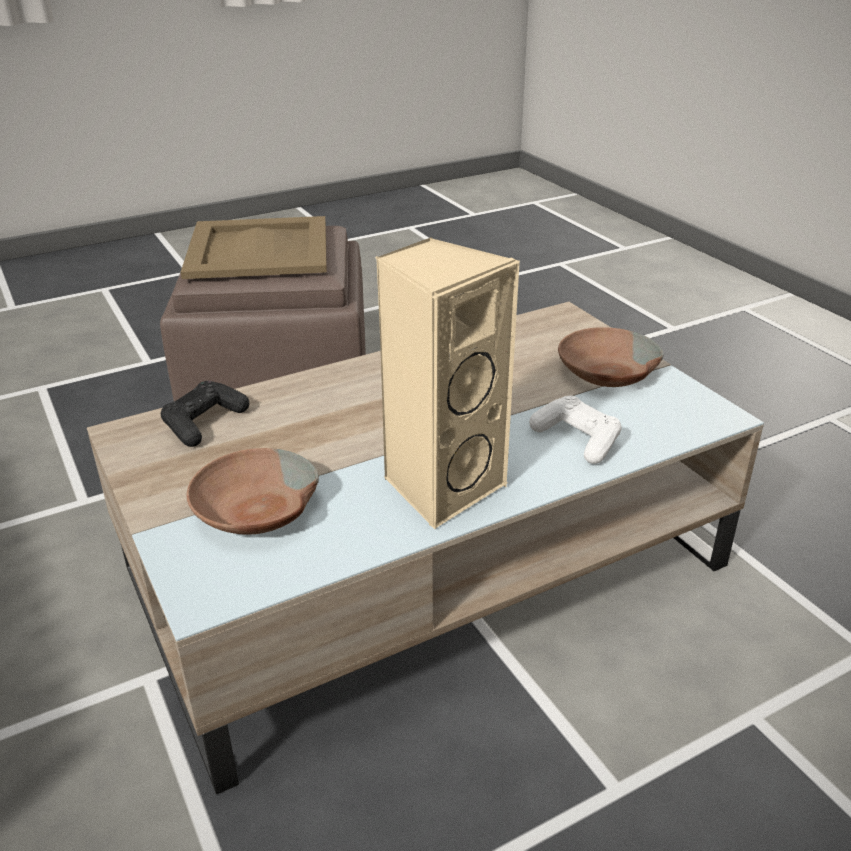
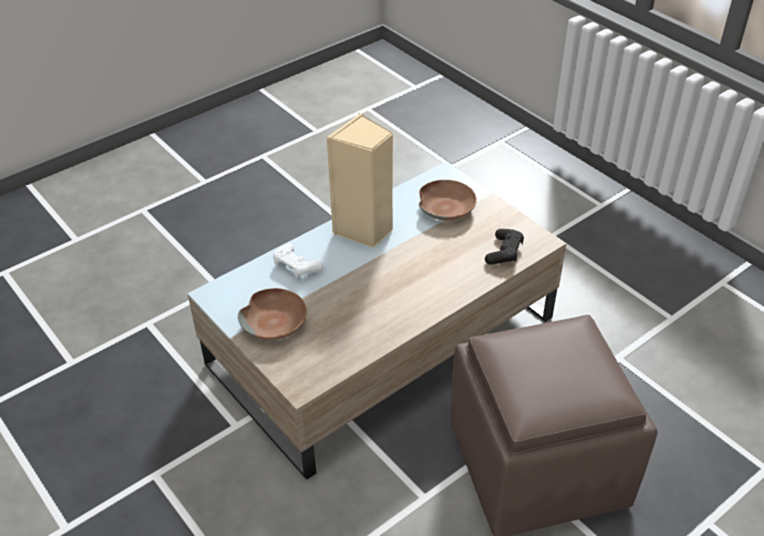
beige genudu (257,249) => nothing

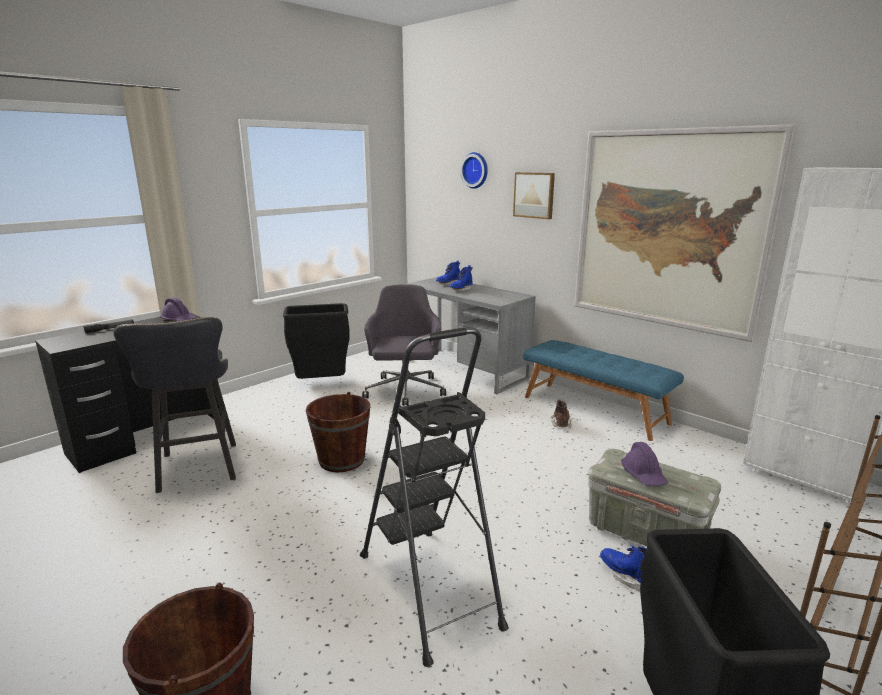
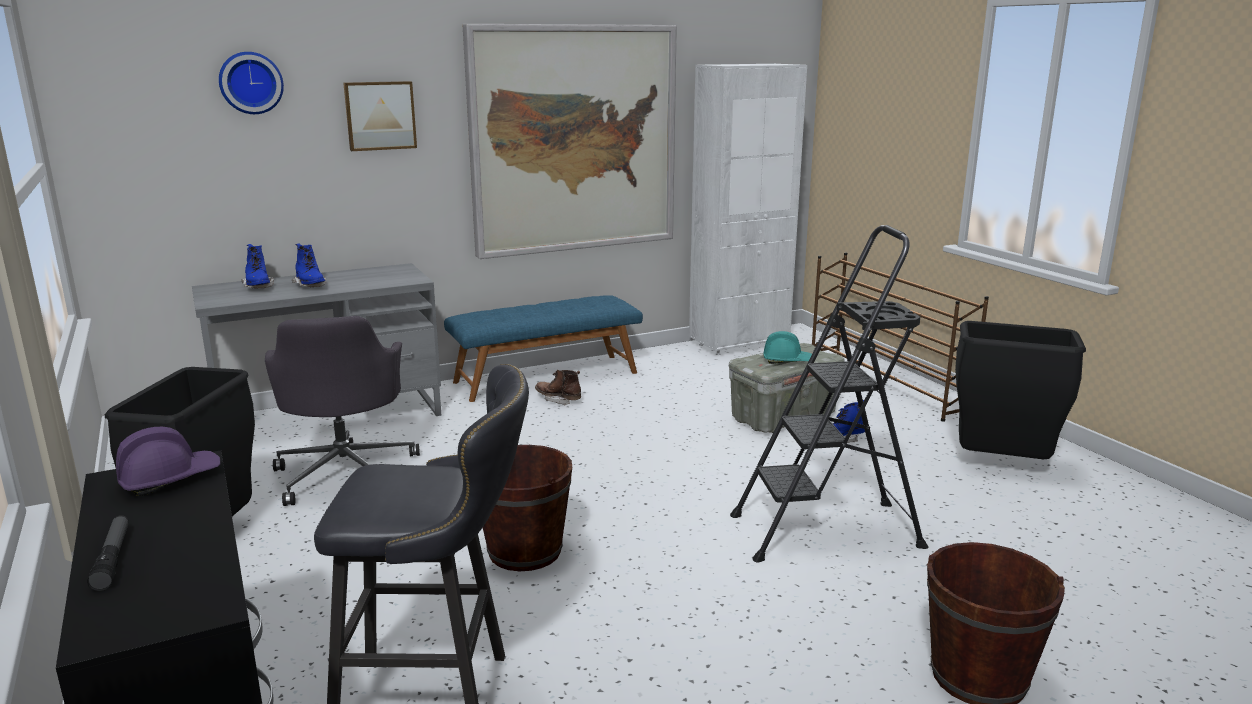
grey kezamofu (405,391) => grey kezamofu (346,472), 120 degrees counterclockwise
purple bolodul (643,475) => turquoise bolodul (787,361)

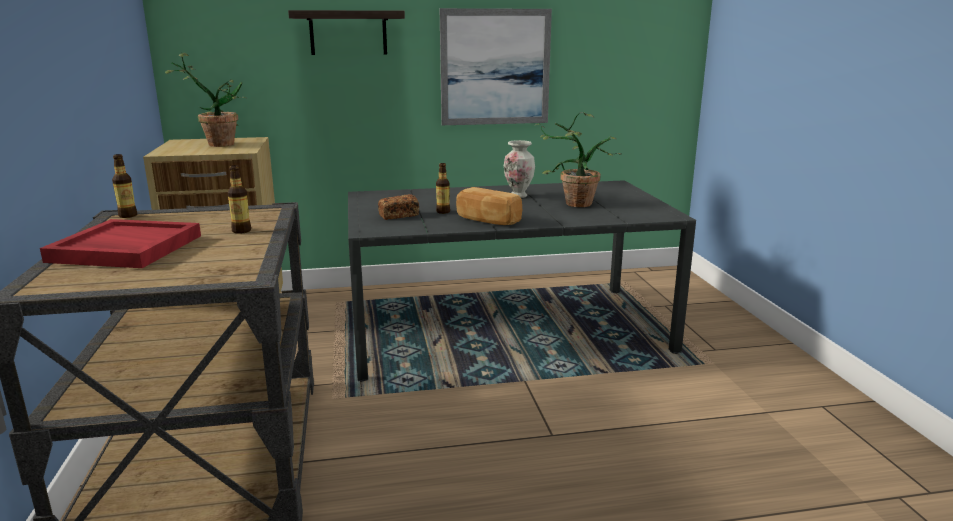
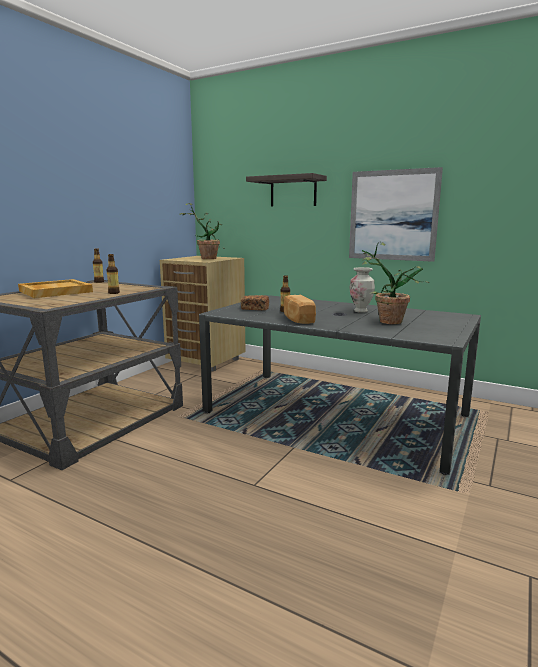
red genudu (125,248) => beige genudu (55,291)

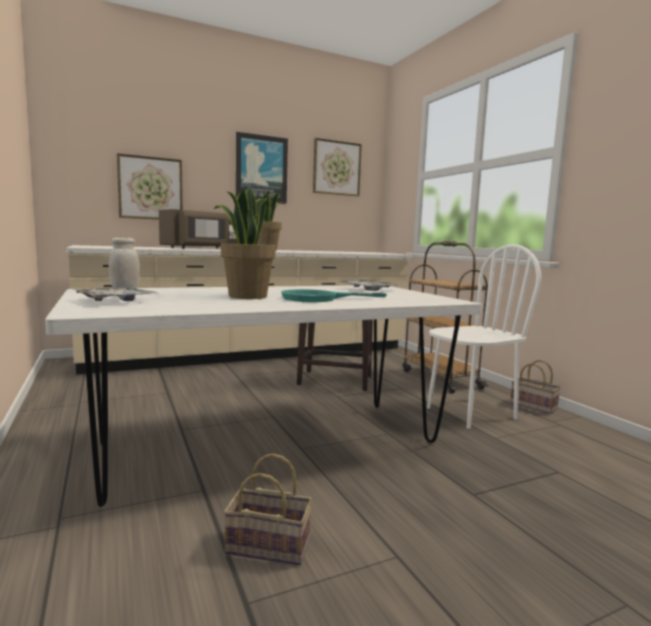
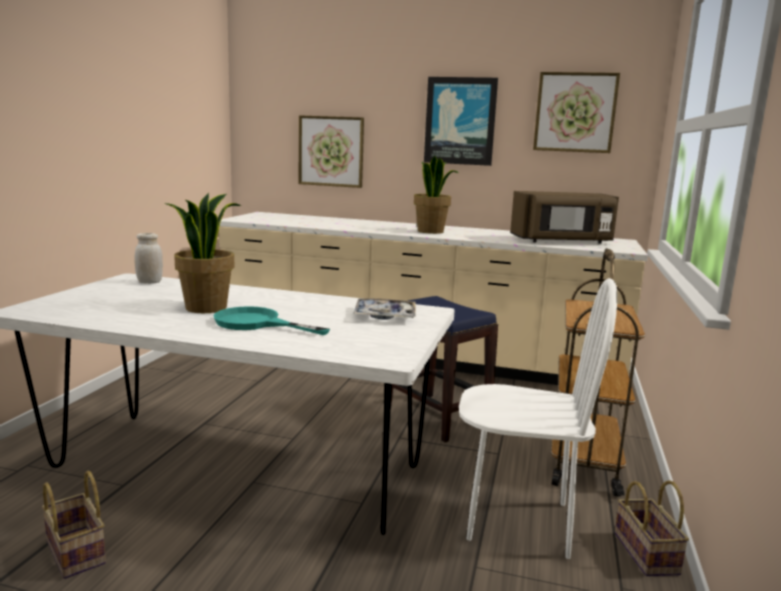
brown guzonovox (201,248) => brown guzonovox (562,241), shifted
genudu (115,301) => nothing

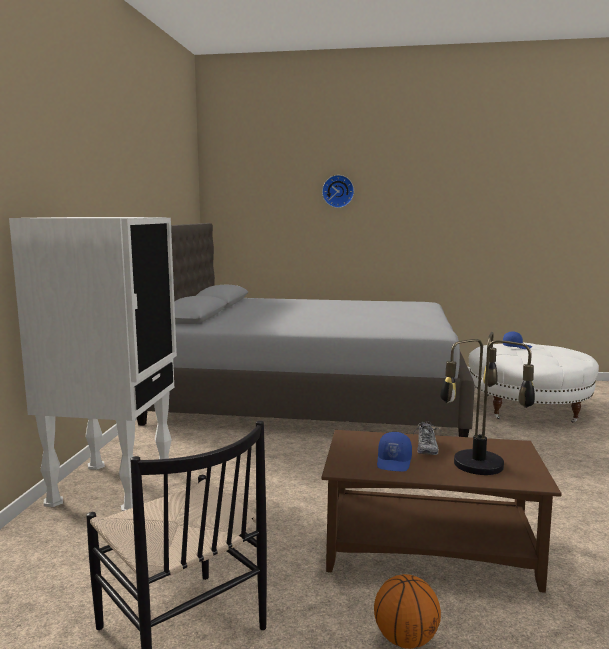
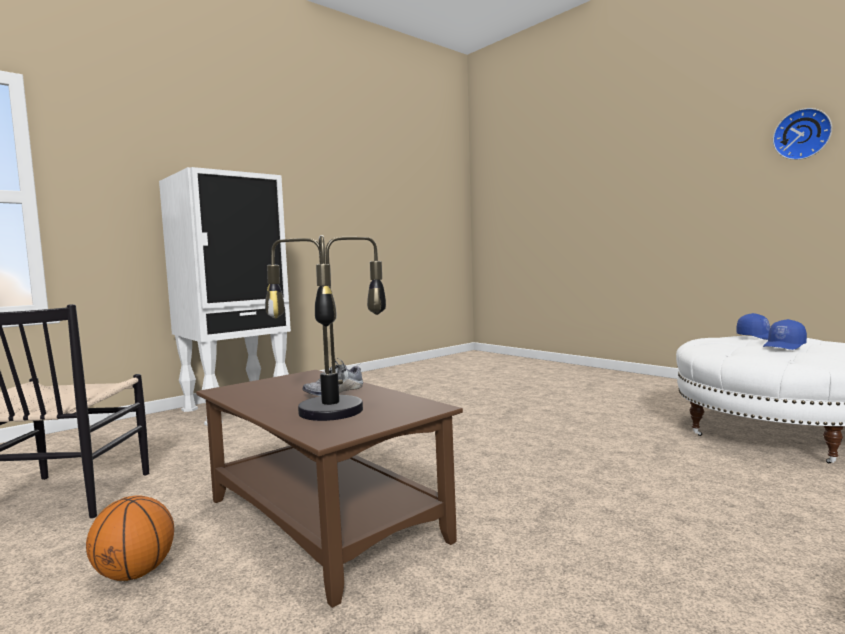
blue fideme (394,462) => blue fideme (784,346), shifted
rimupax (338,191) => rimupax (802,134), shifted
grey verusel (311,398) => nothing

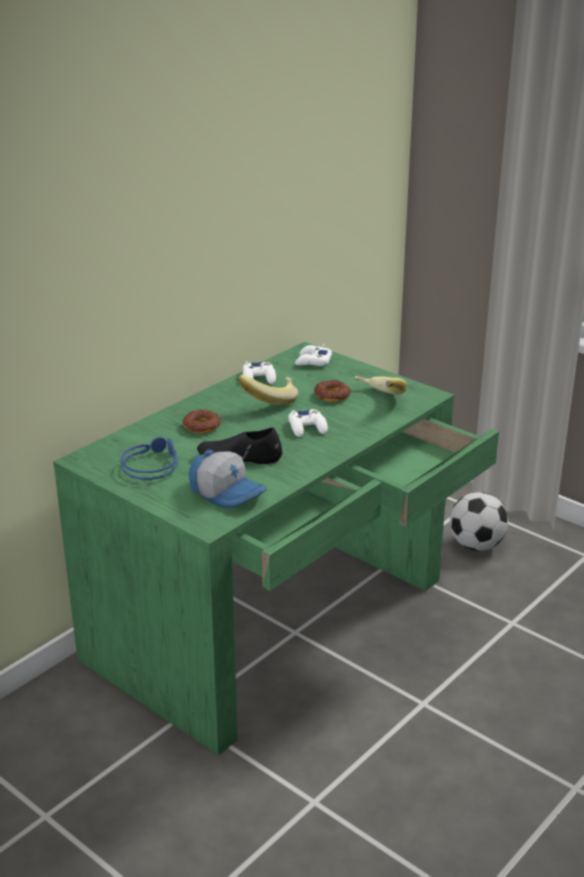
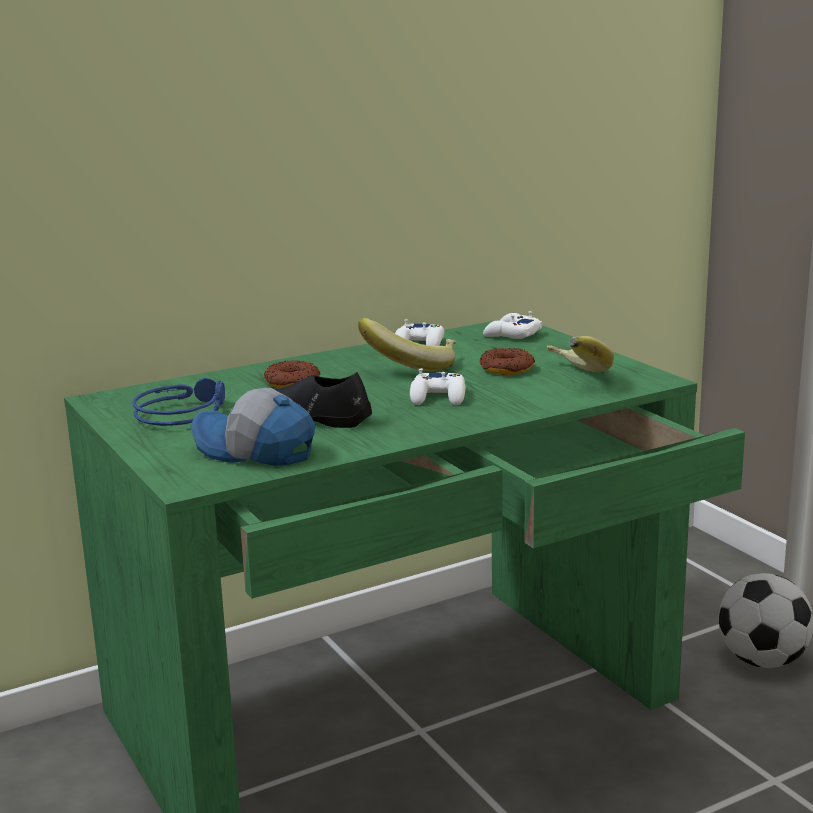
fideme (228,492) => fideme (254,451), 150 degrees clockwise

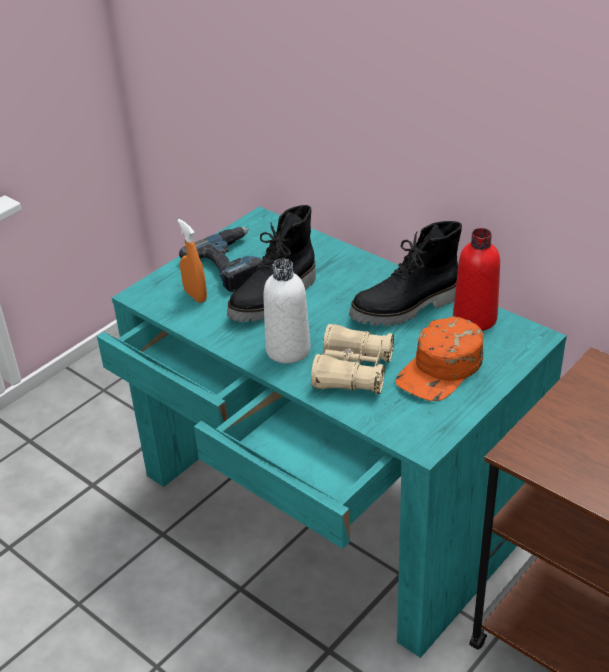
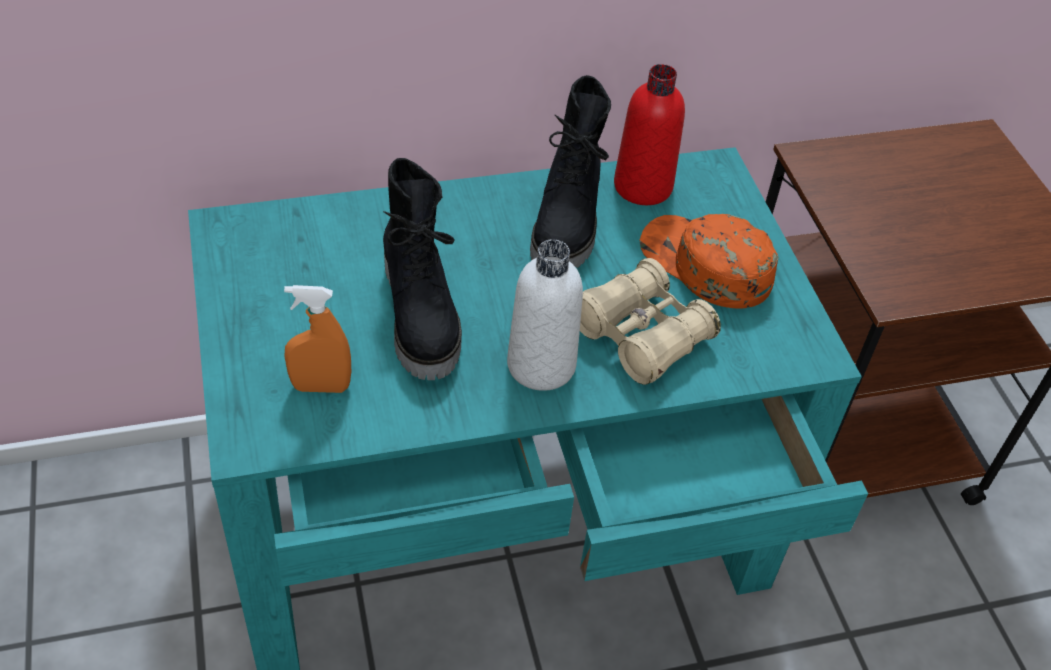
orange fideme (441,369) => orange fideme (704,264), 150 degrees clockwise
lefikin (232,264) => nothing

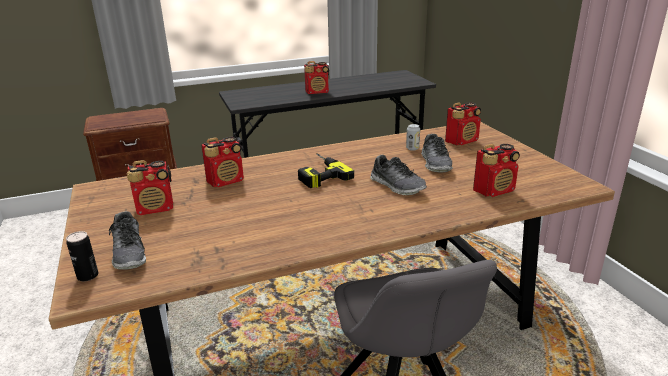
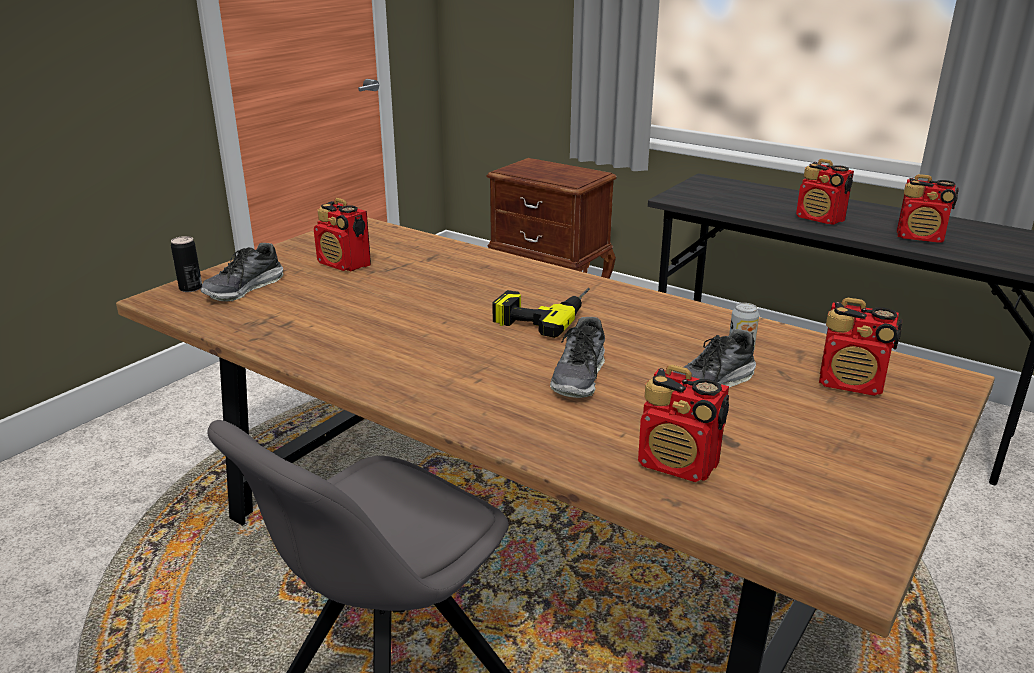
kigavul (226,181) => kigavul (920,238), shifted

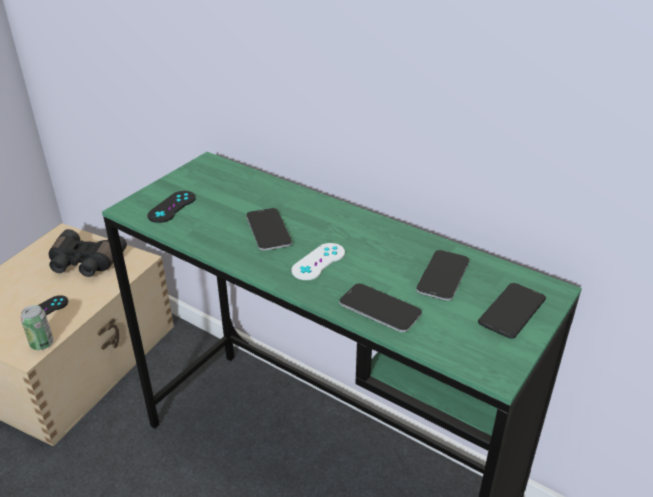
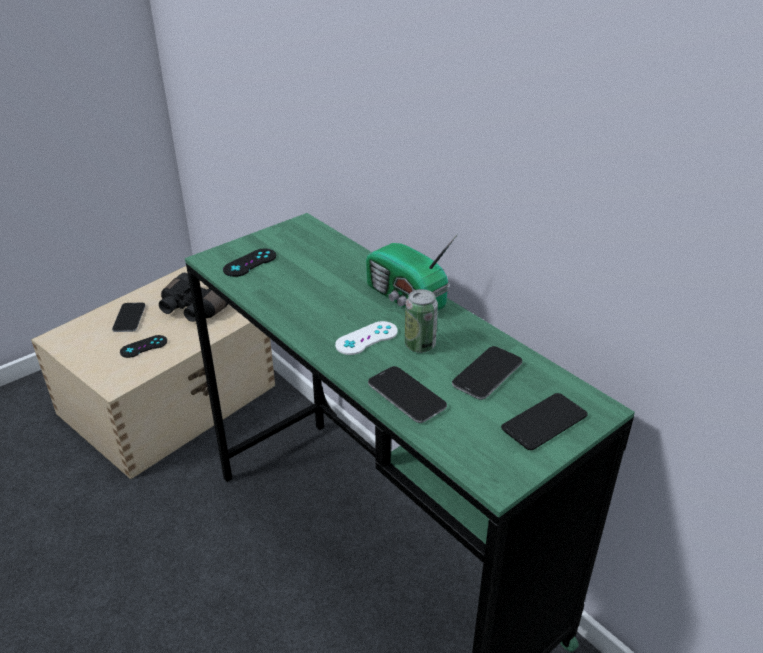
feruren (268,230) => feruren (129,318), shifted
nothing => kigavul (406,298)
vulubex (42,344) => vulubex (420,345), shifted

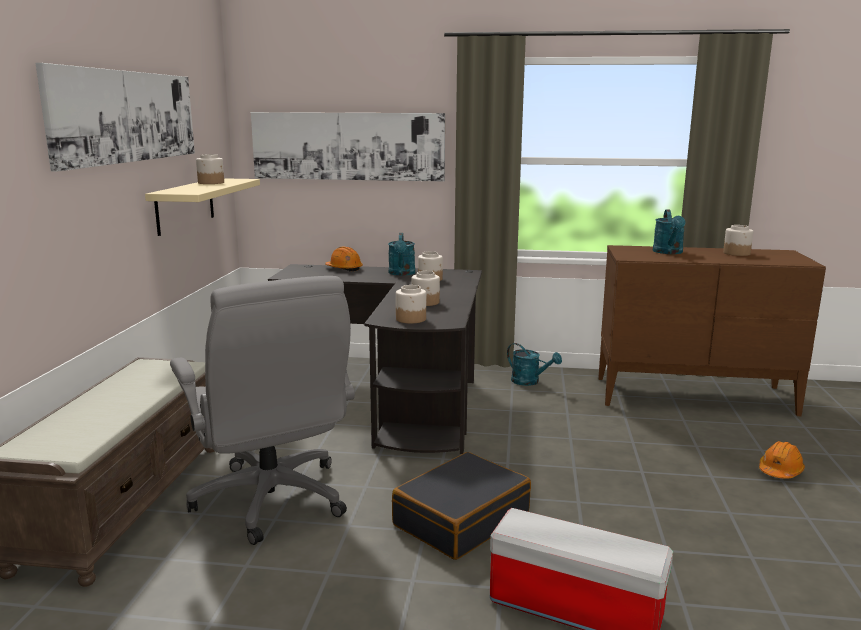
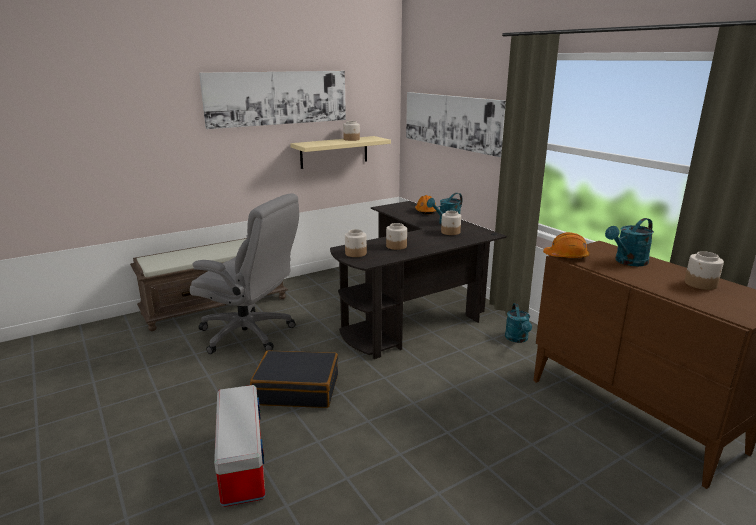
grey kezamofu (273,504) => grey kezamofu (251,335), 90 degrees counterclockwise
orange bolodul (780,471) => orange bolodul (566,256), shifted

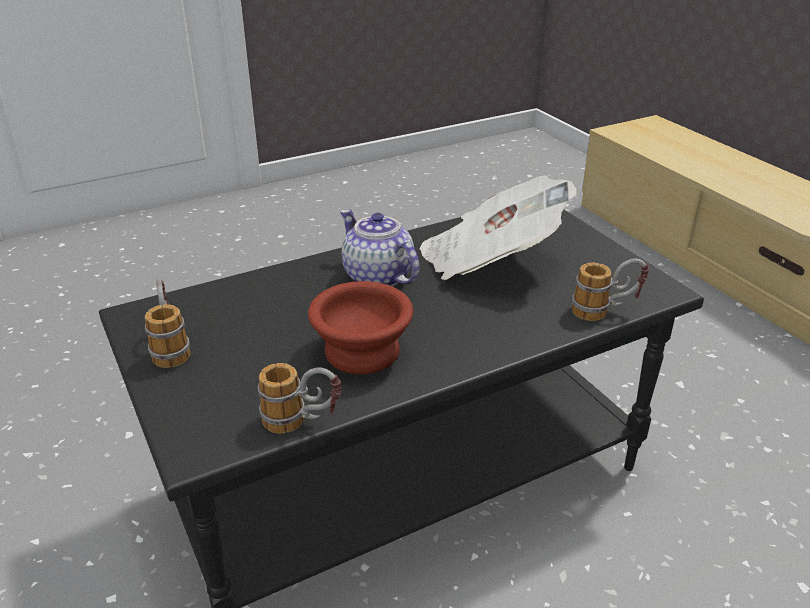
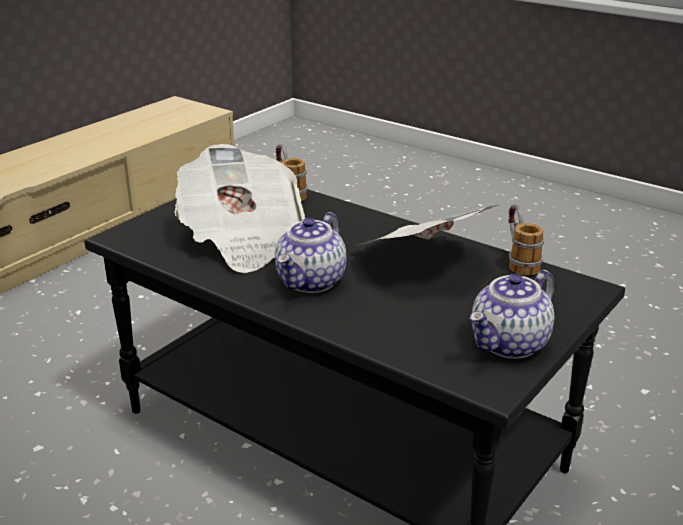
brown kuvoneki (365,351) => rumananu (421,260)
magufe (170,346) => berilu (510,344)

